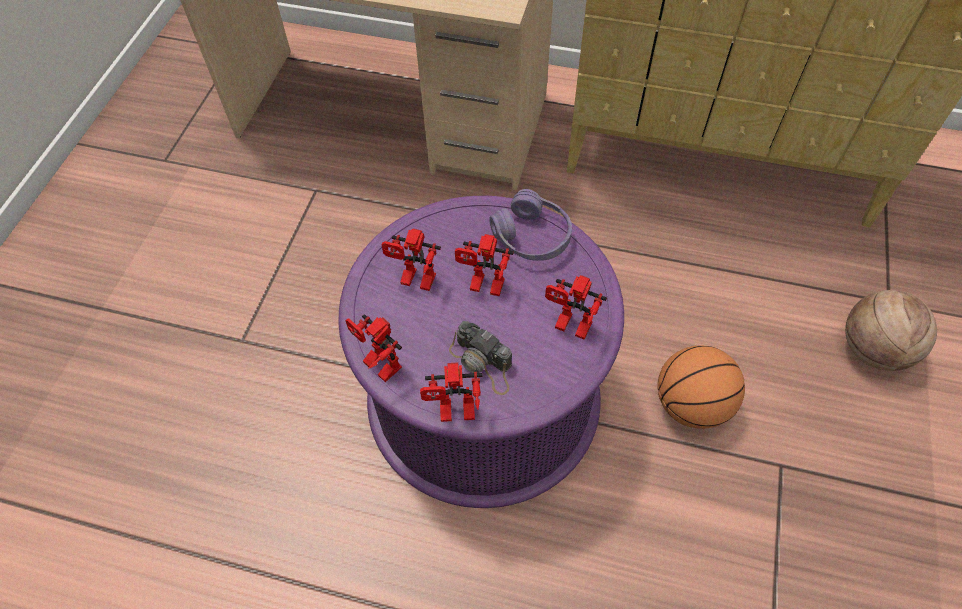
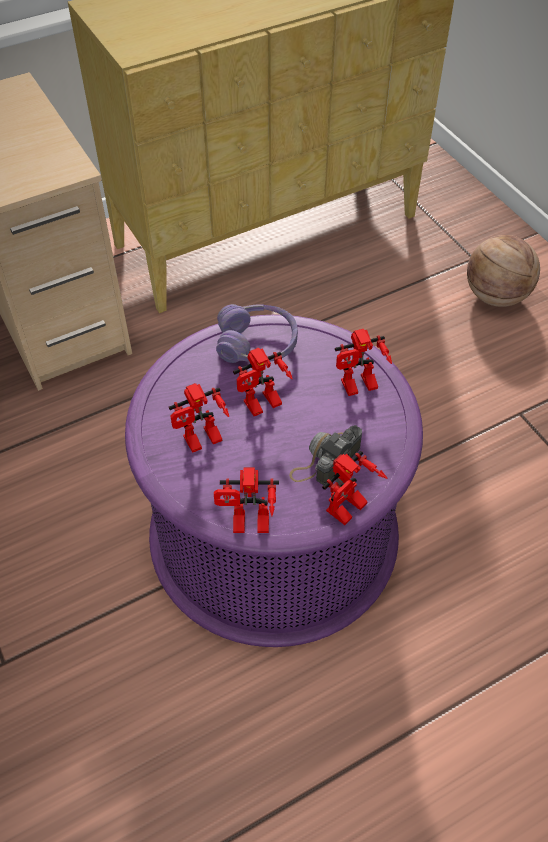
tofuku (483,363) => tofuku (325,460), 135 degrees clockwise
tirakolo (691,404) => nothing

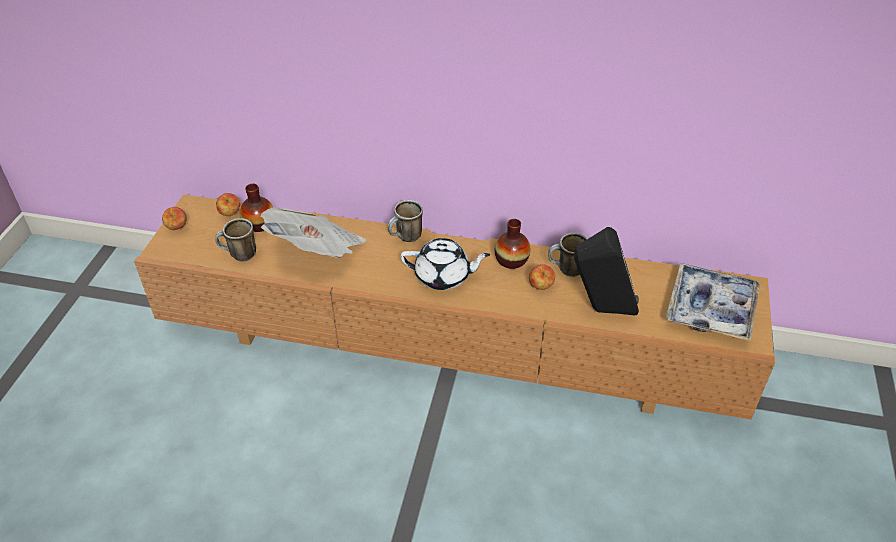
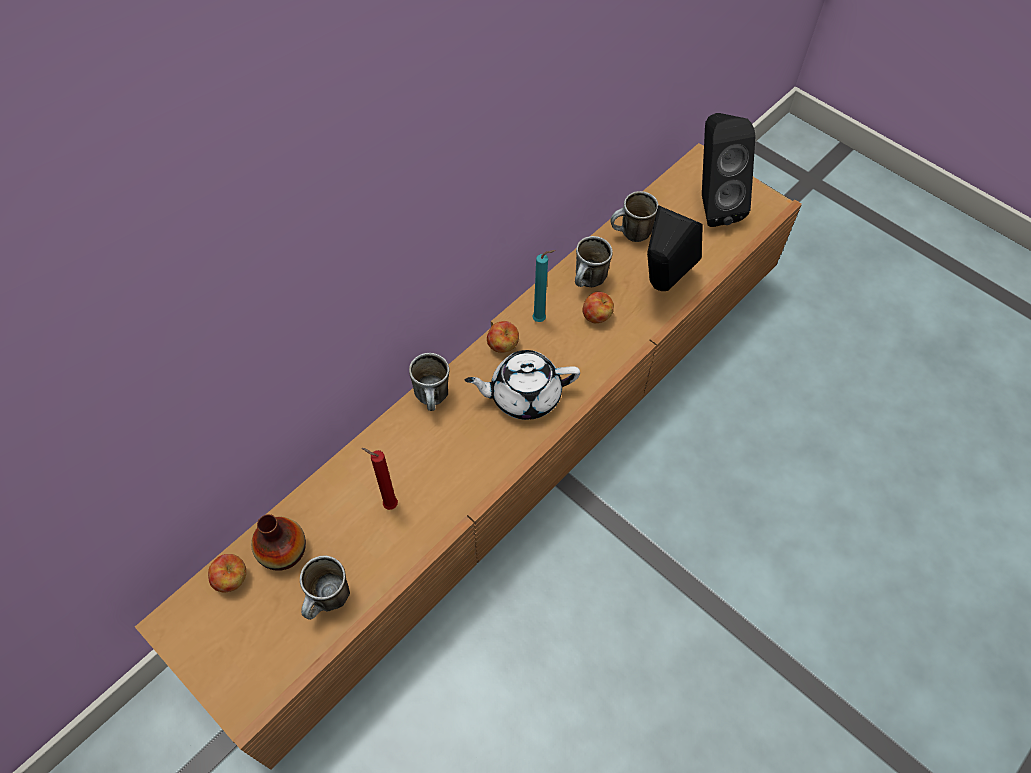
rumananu (317,251) => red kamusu (388,504)
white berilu (443,277) => white berilu (524,395), 135 degrees counterclockwise
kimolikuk (177,227) => kimolikuk (502,346), shifted
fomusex (511,260) => turquoise kamusu (541,320)
nothing => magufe (631,235)
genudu (711,308) => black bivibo (711,205)

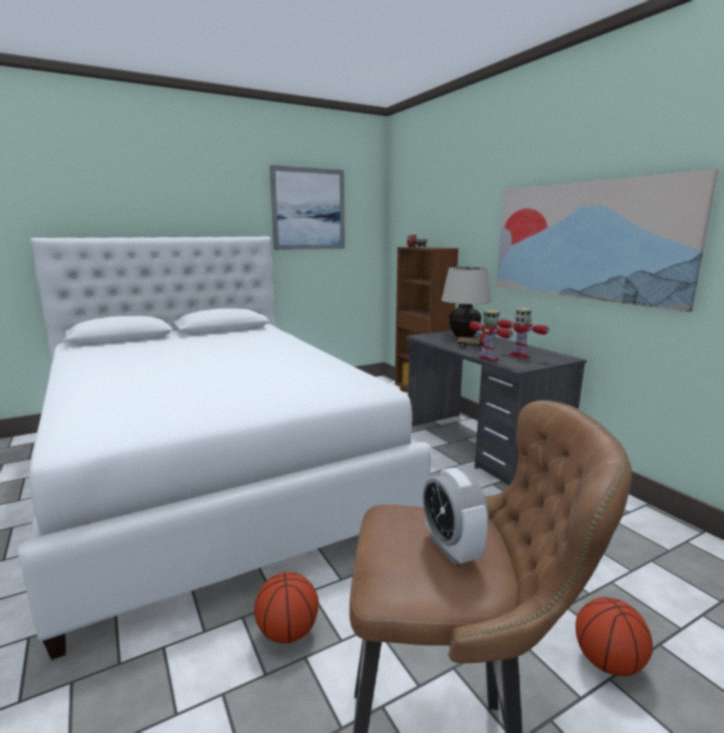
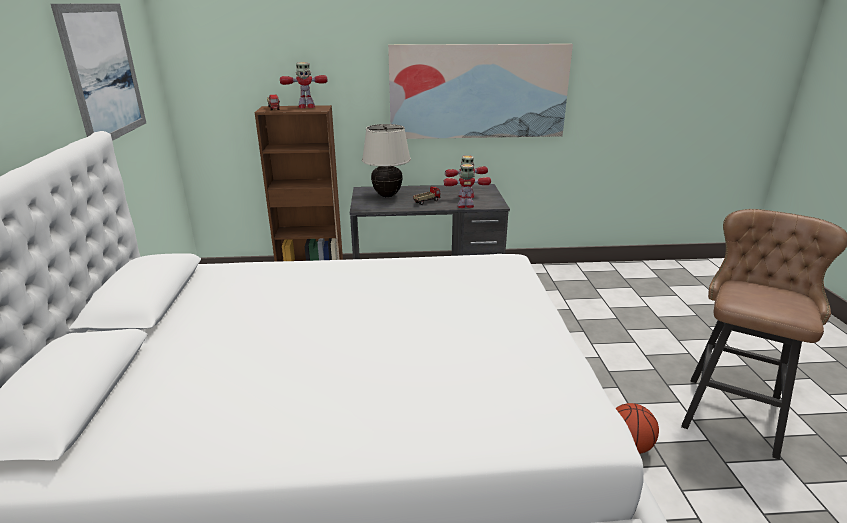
nothing => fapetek (306,107)
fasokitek (451,548) => nothing
tirakolo (607,662) => nothing

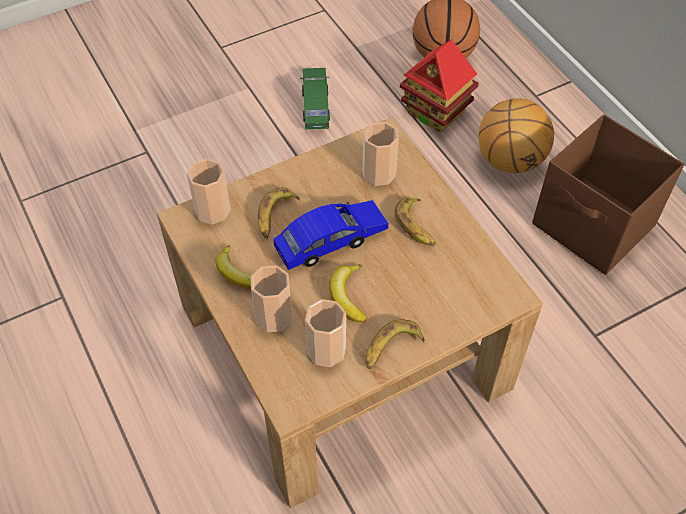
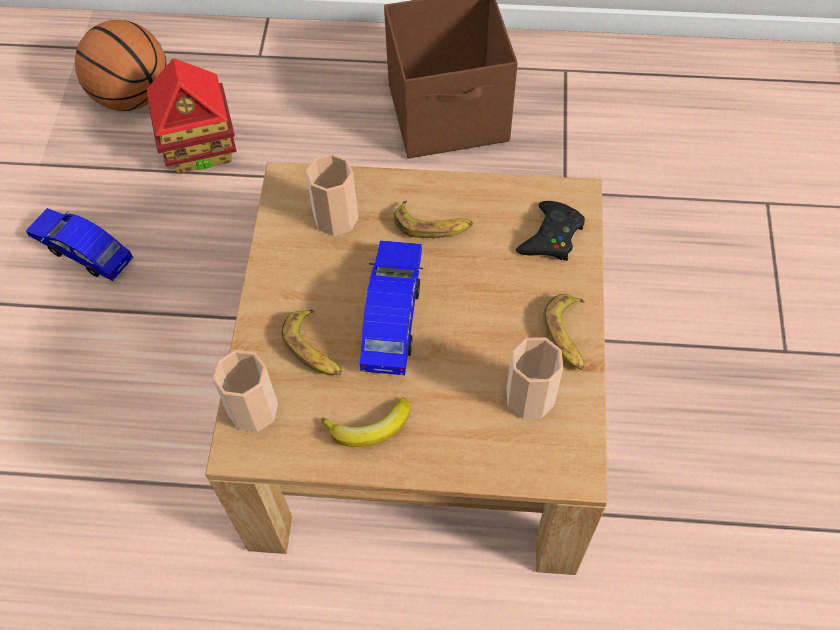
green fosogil (315,104) => blue fosogil (82,250)
nothing => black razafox (551,236)
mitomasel (274,316) => nothing
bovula (347,296) => nothing
tirakolo (509,161) => nothing

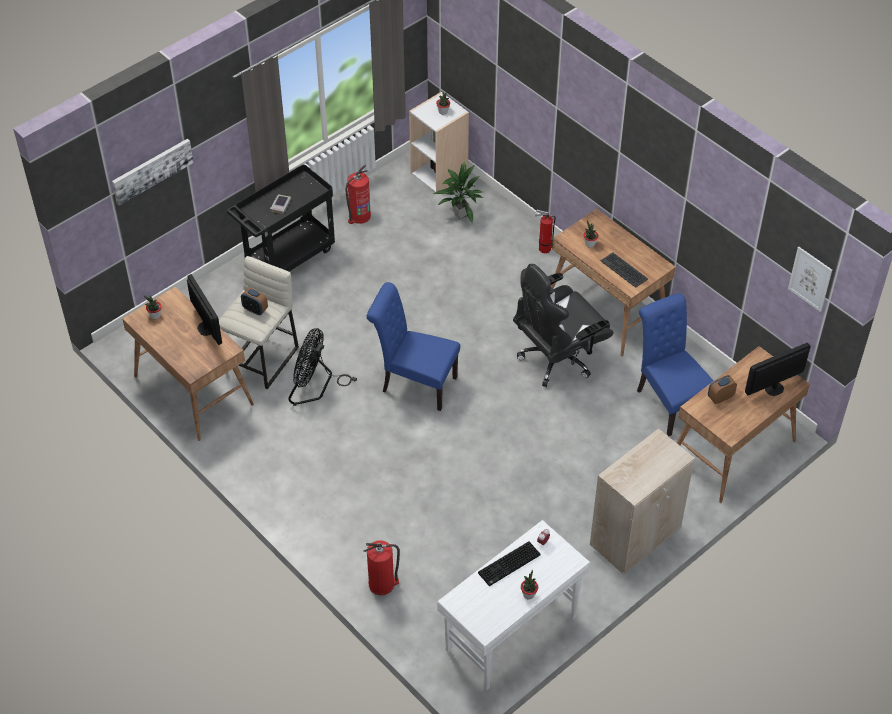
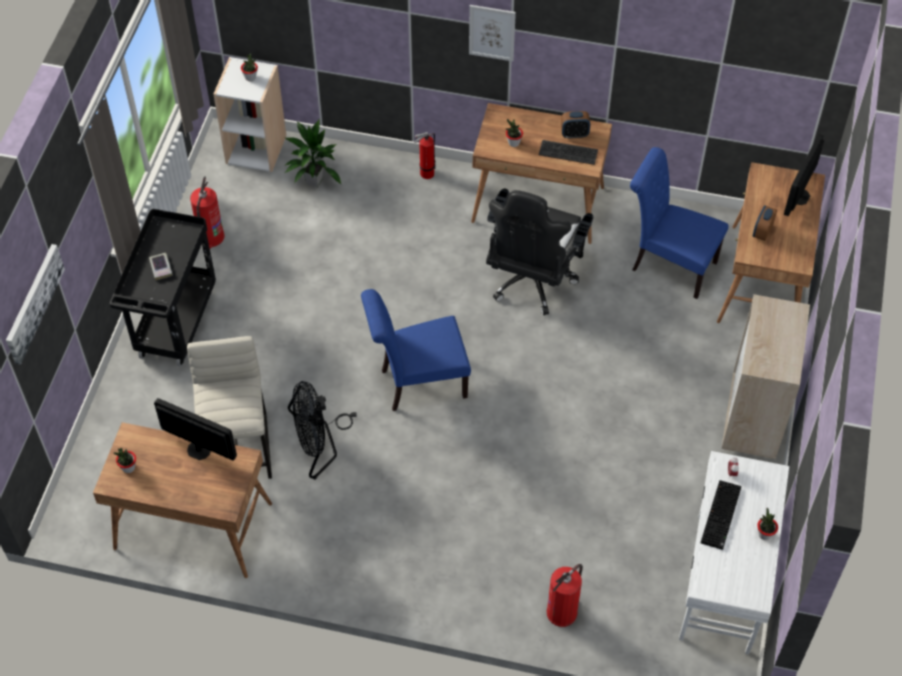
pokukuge (810,279) => pokukuge (492,32), shifted
fasokitek (255,310) => fasokitek (574,134), shifted

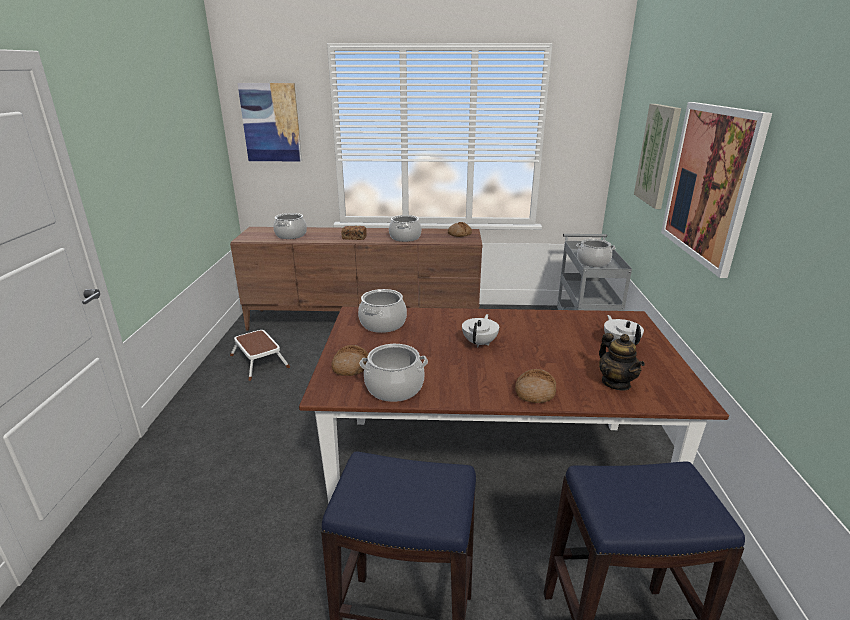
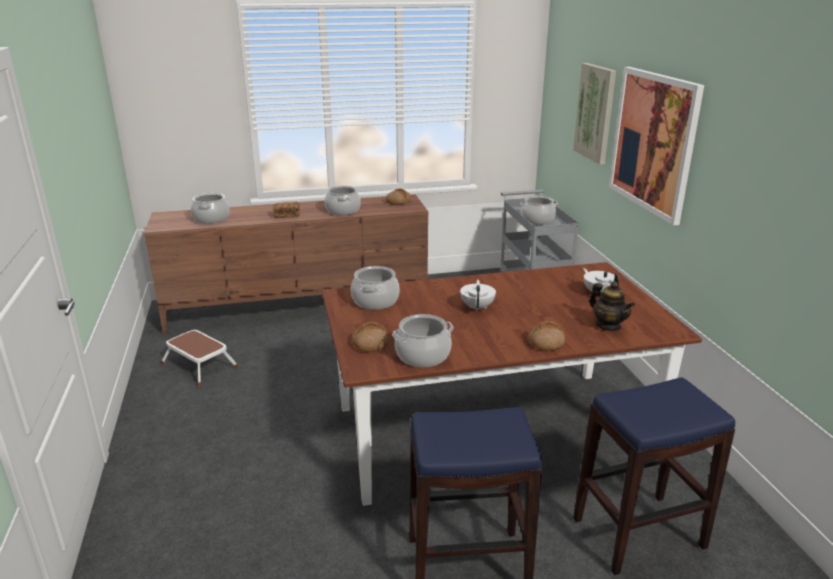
pokukuge (271,123) => nothing

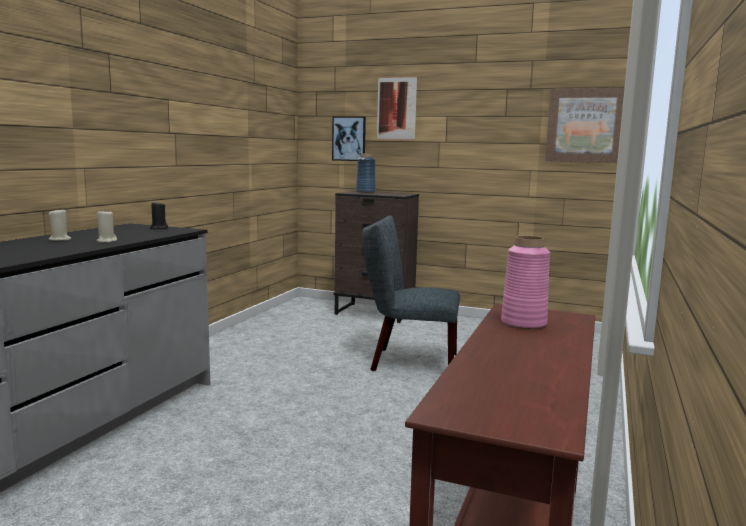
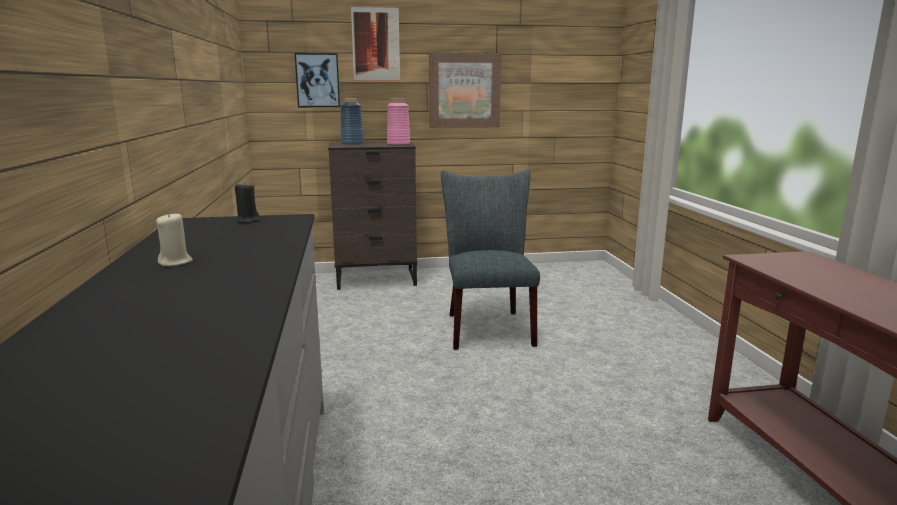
pink fomusex (523,323) => pink fomusex (398,144), shifted
pokukuge (585,125) => pokukuge (464,90), shifted
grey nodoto (408,362) => grey nodoto (487,327), 105 degrees clockwise
beige kamusu (107,241) => nothing

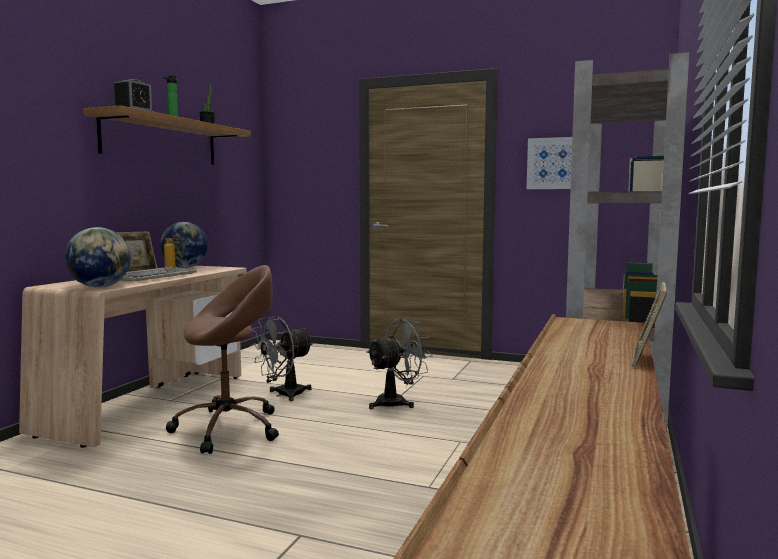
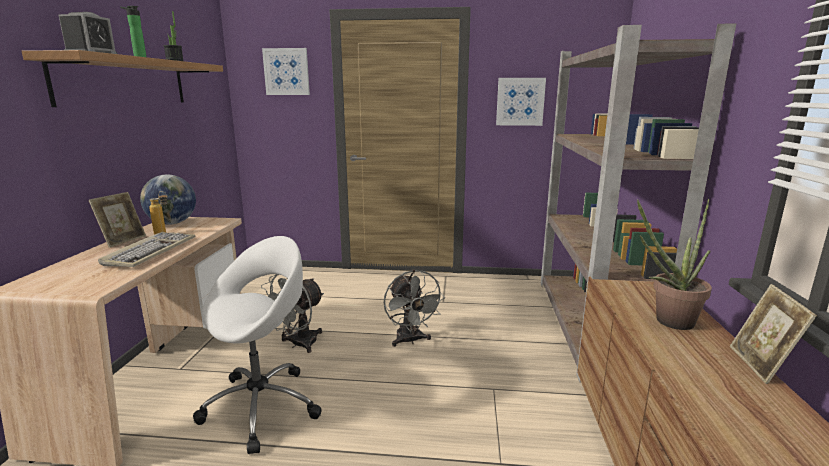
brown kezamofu (230,428) => white kezamofu (263,405)
nothing => pokukuge (286,72)
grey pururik (397,402) => grey pururik (410,340), 120 degrees clockwise
nothing => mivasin (667,322)
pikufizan (100,287) => nothing

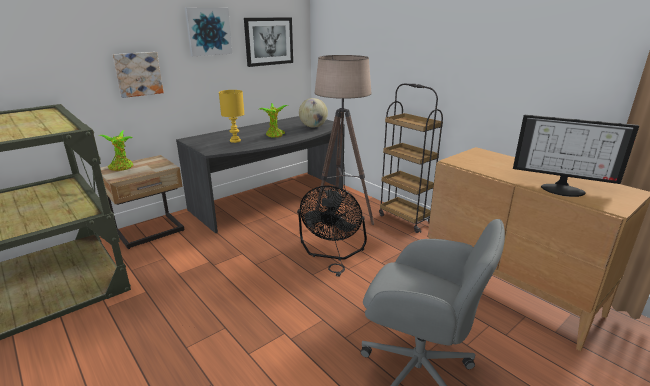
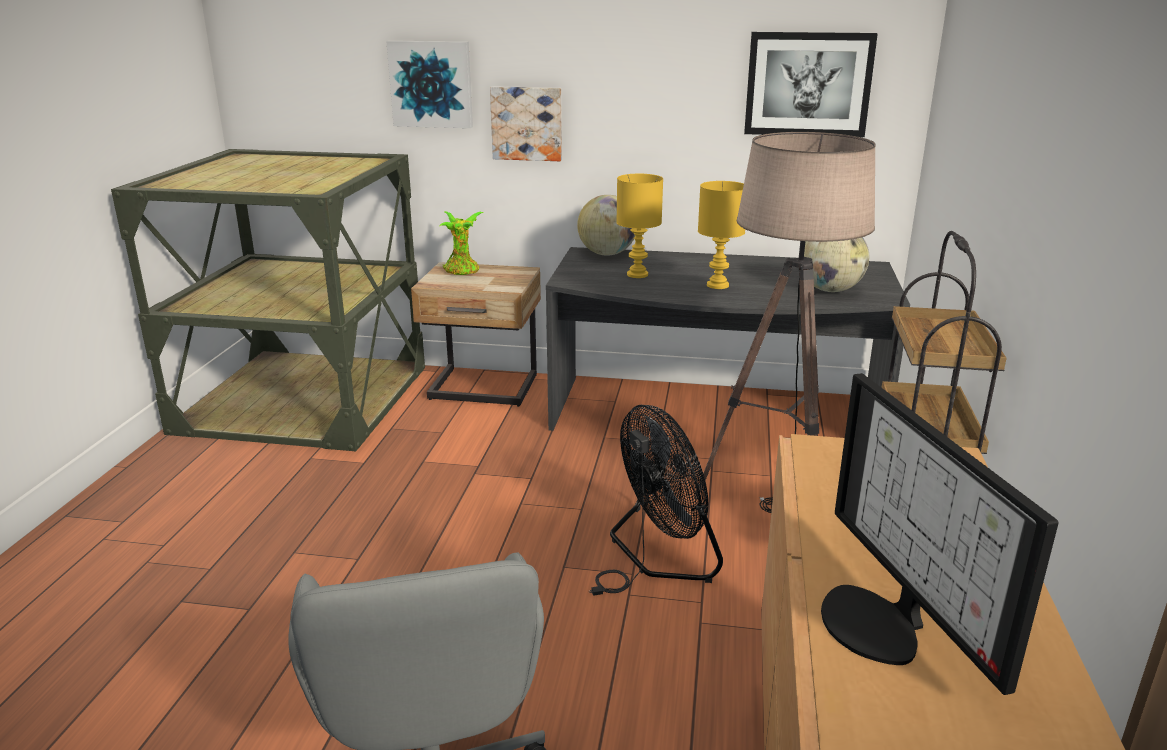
pokukuge (208,31) => pokukuge (431,84), shifted
nothing => pikufizan (607,254)
mivasin (275,135) => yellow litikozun (718,285)

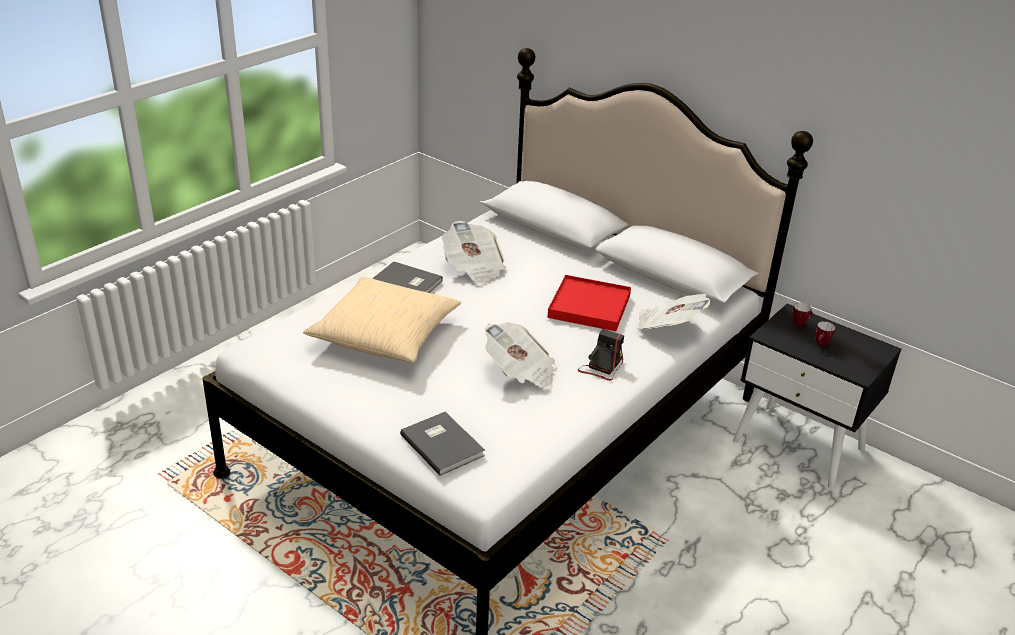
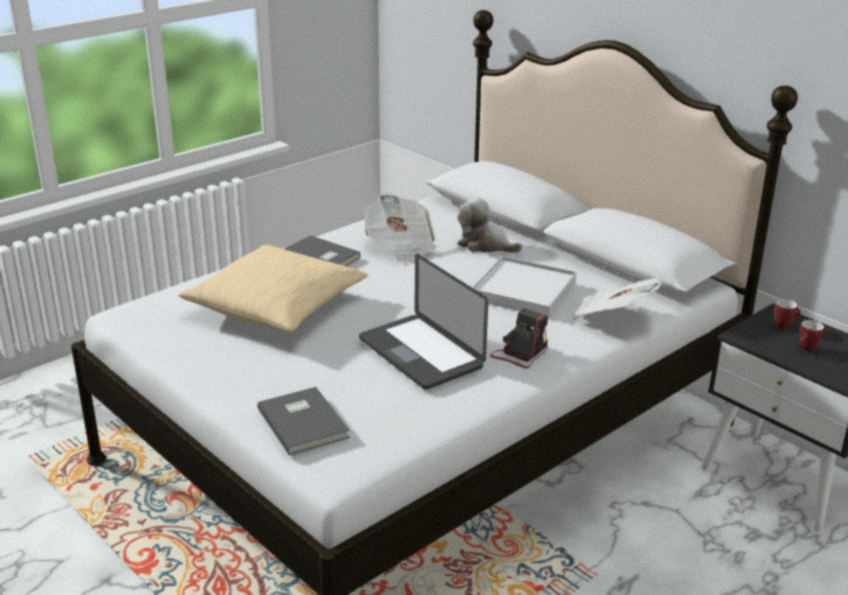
rumananu (520,372) => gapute (420,353)
nothing => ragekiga (485,245)
red genudu (589,306) => white genudu (523,291)

